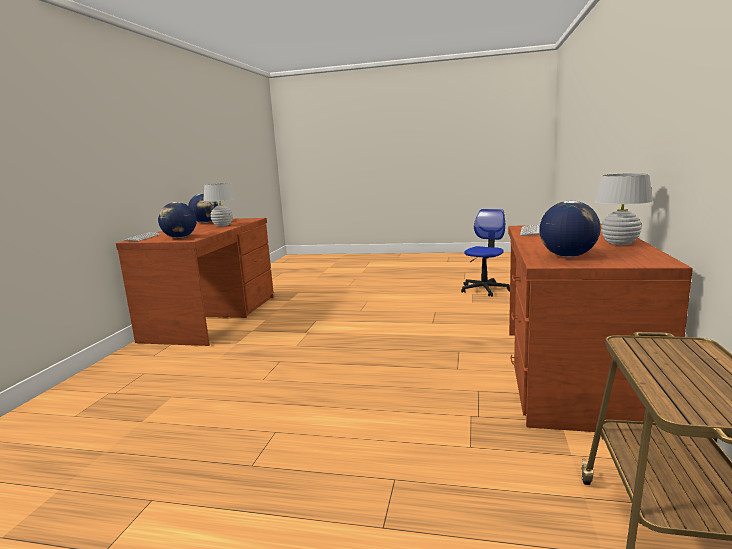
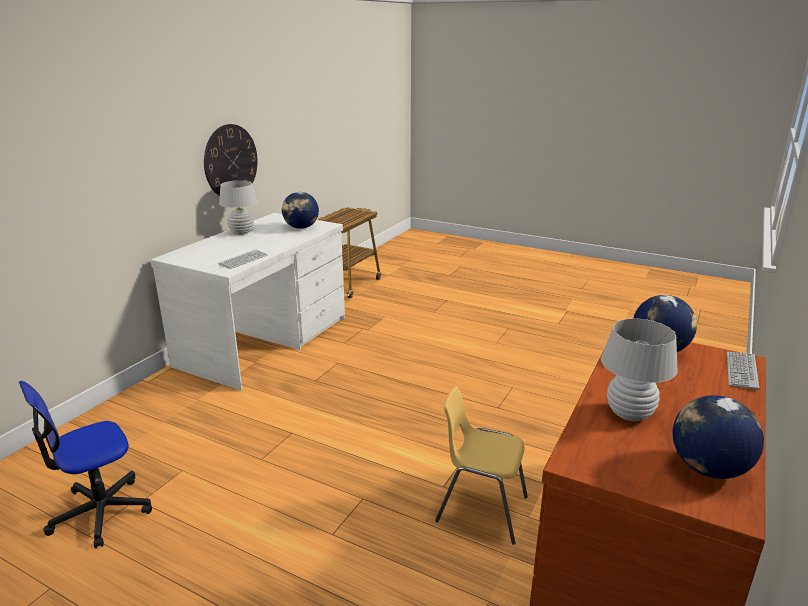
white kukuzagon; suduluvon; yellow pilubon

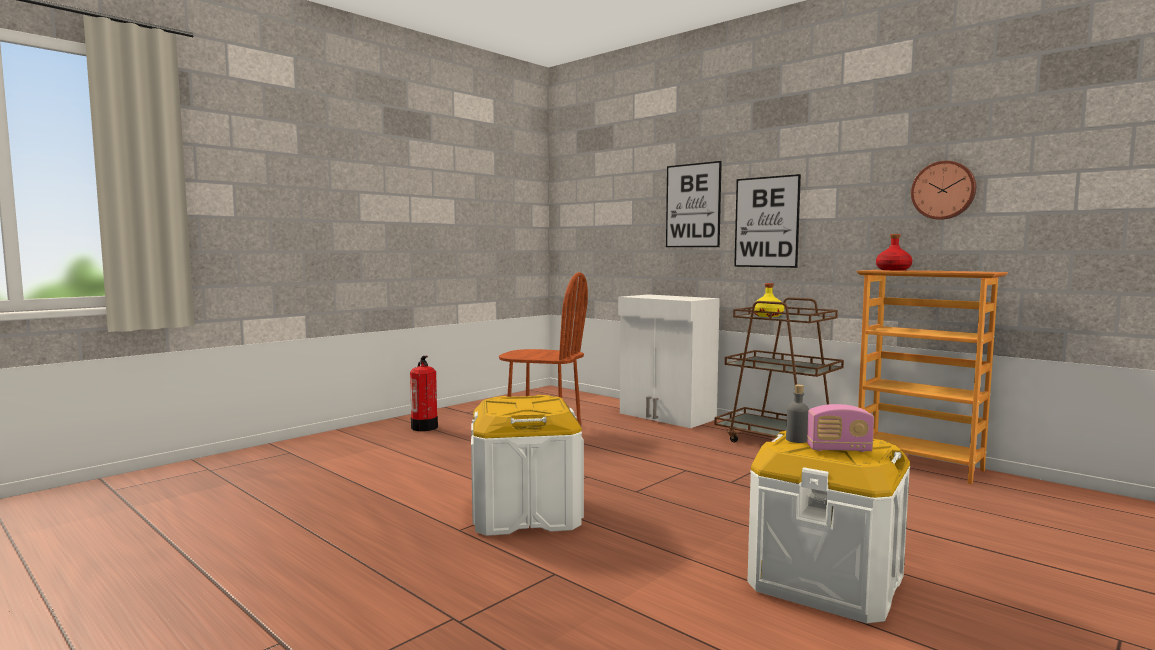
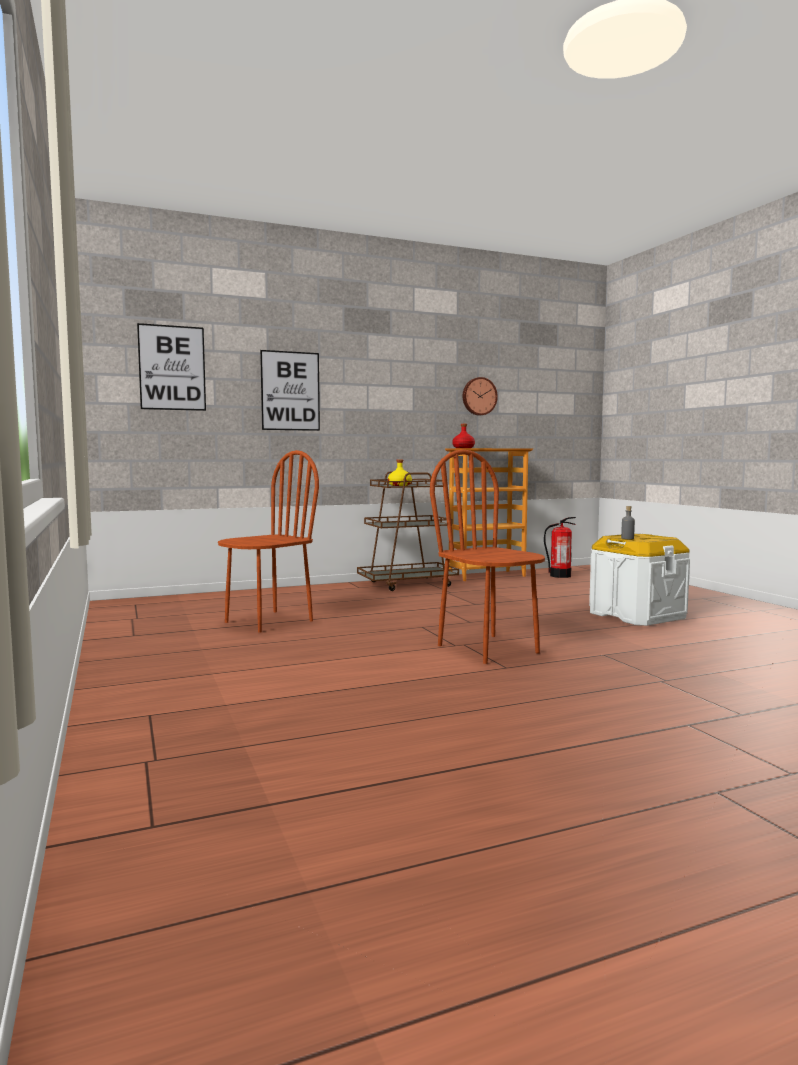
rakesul; brown pilubon (no. 2 from left); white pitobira; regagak (no. 1 from left); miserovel

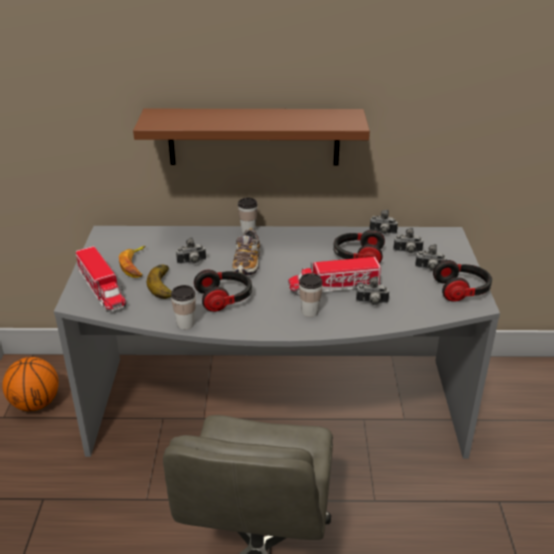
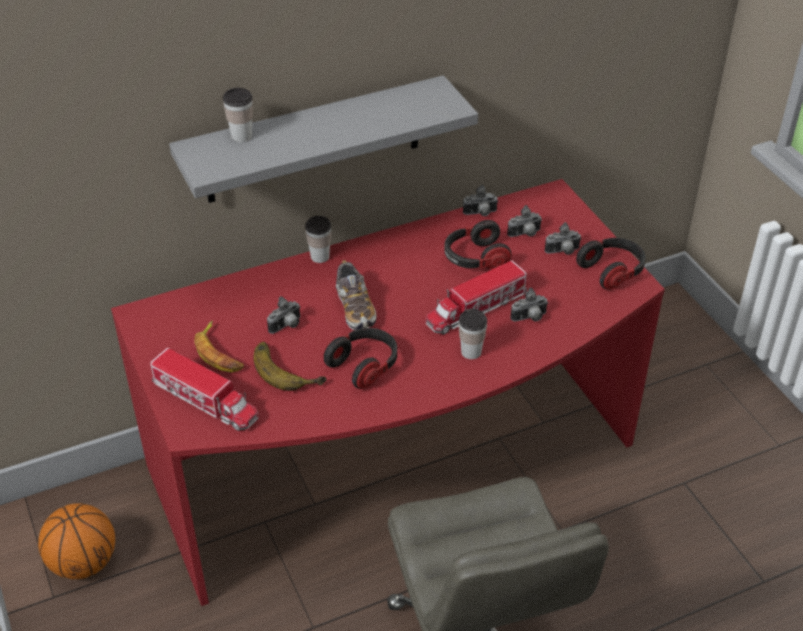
red kukuzagon; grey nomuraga; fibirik (no. 1 from left)

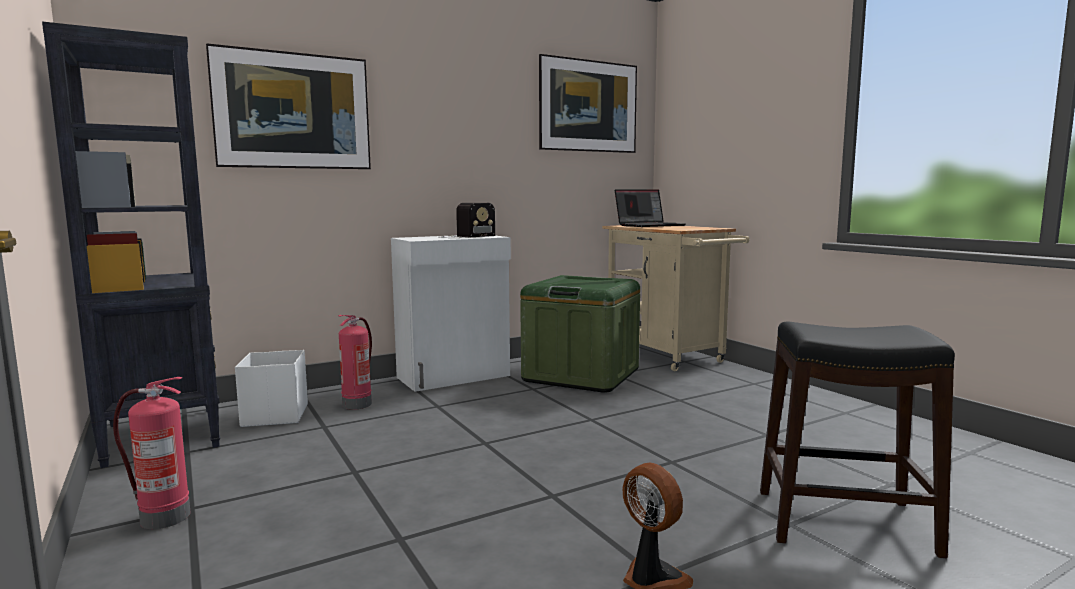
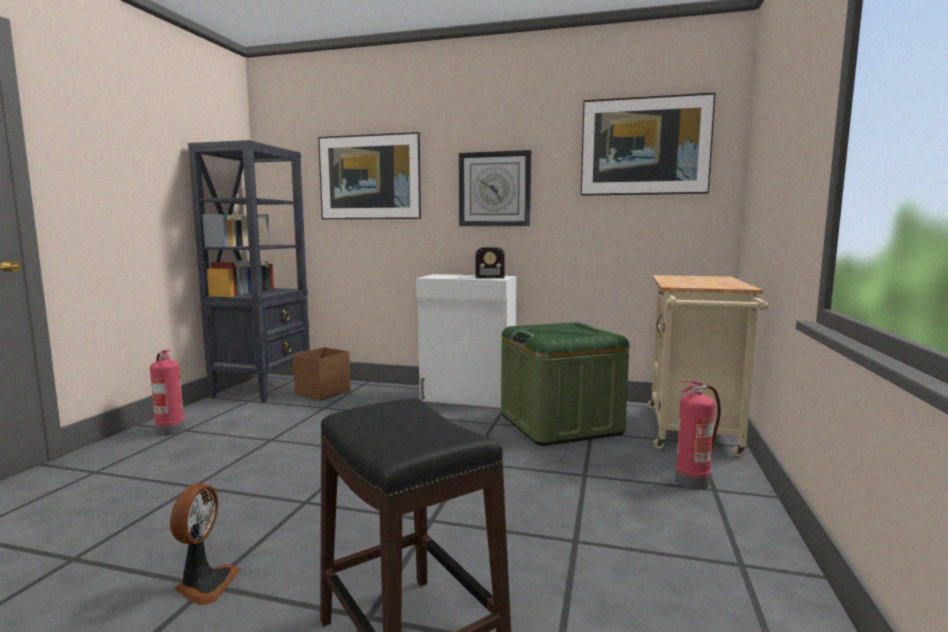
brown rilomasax; rakesul (no. 2 from left); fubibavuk; suduluvon

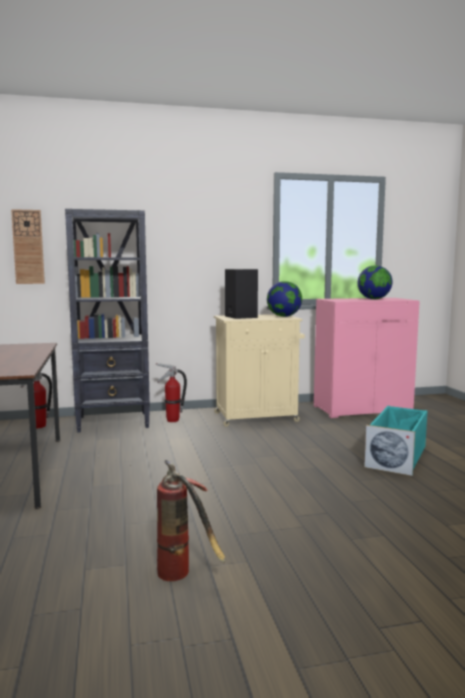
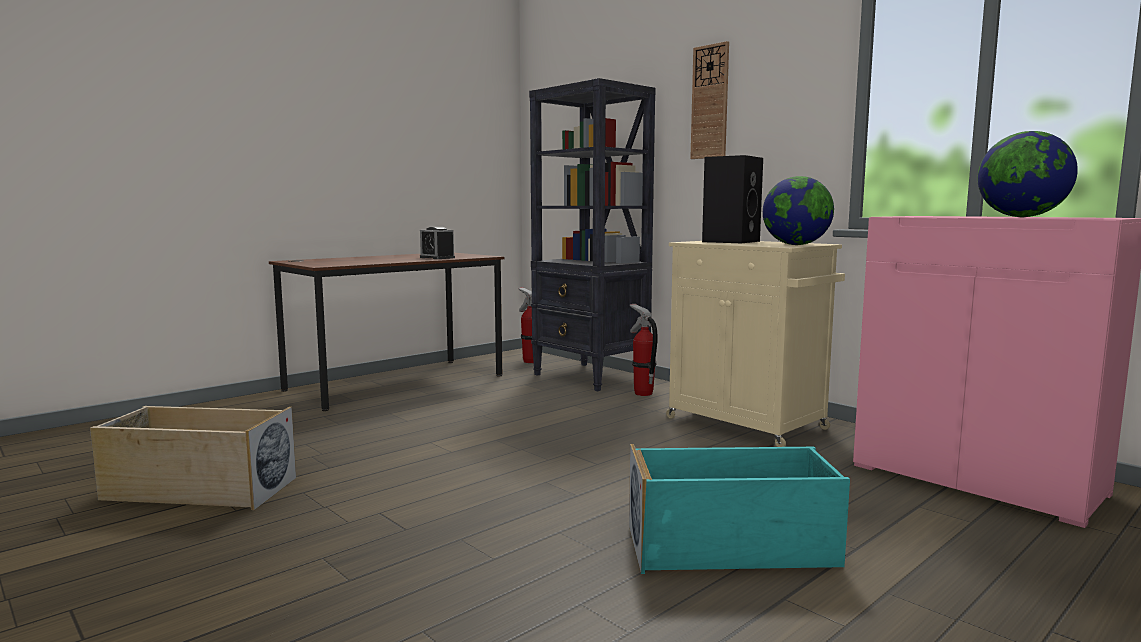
suduluvon; beige rilomasax; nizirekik

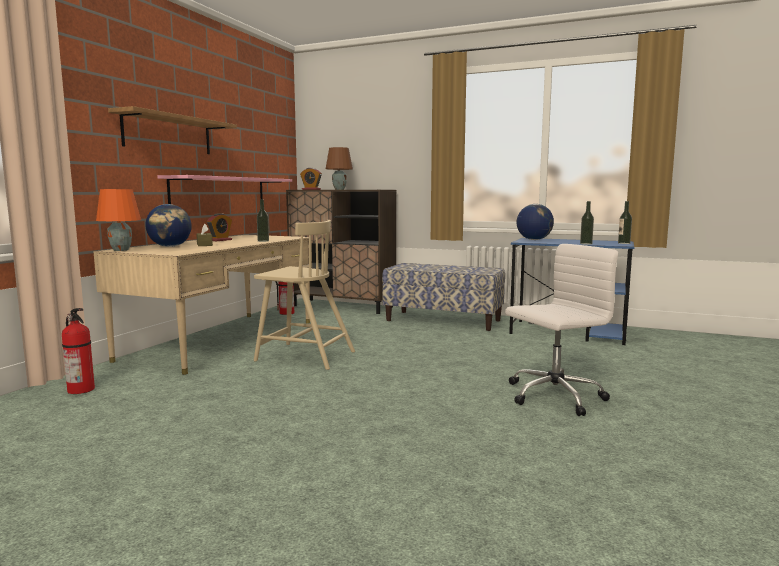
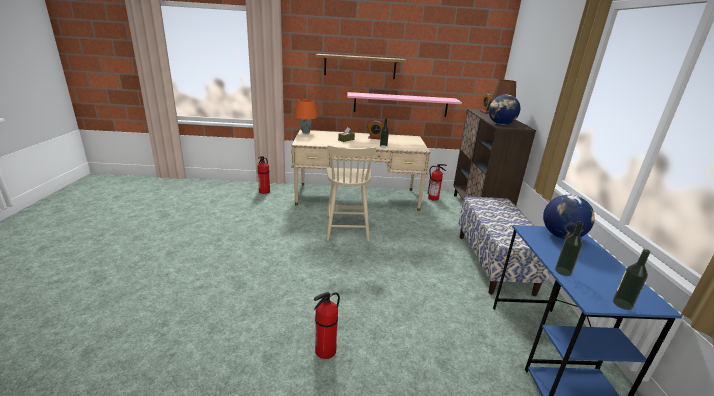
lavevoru (no. 1 from left); rakesul (no. 2 from left)

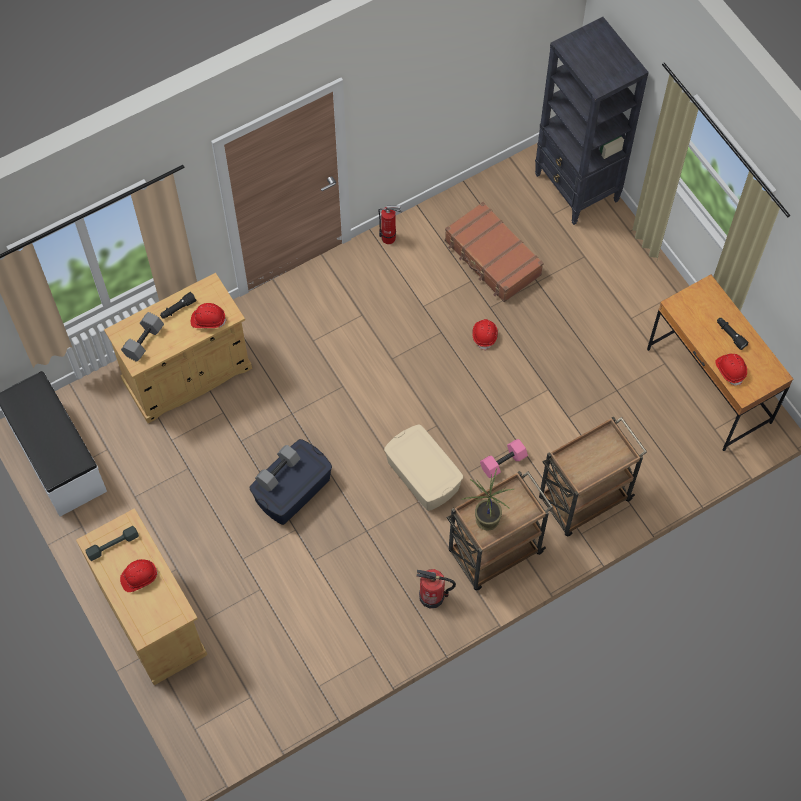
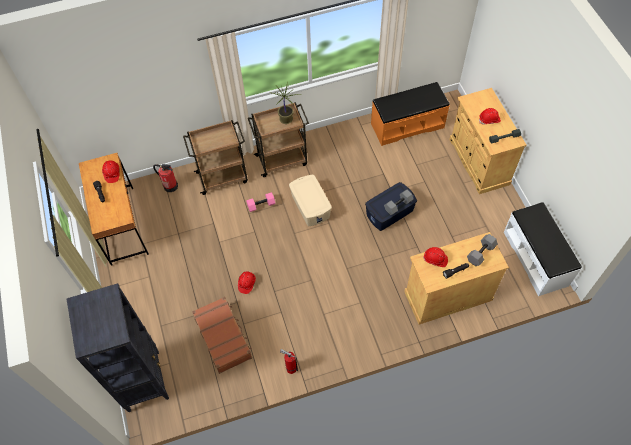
rakesul (no. 1 from left); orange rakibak

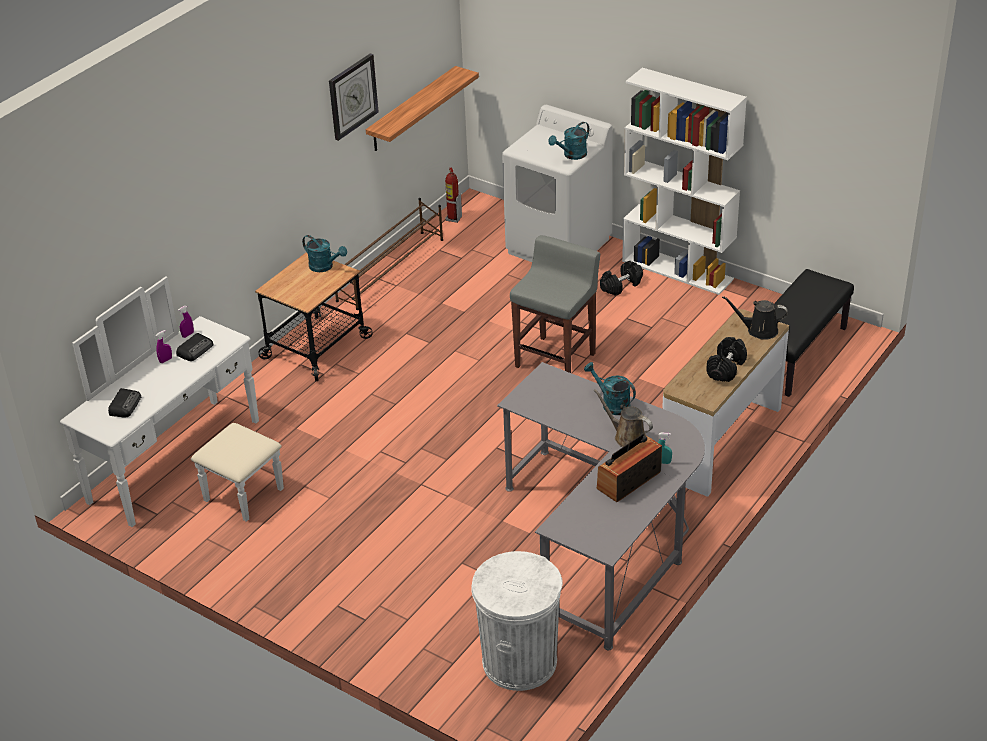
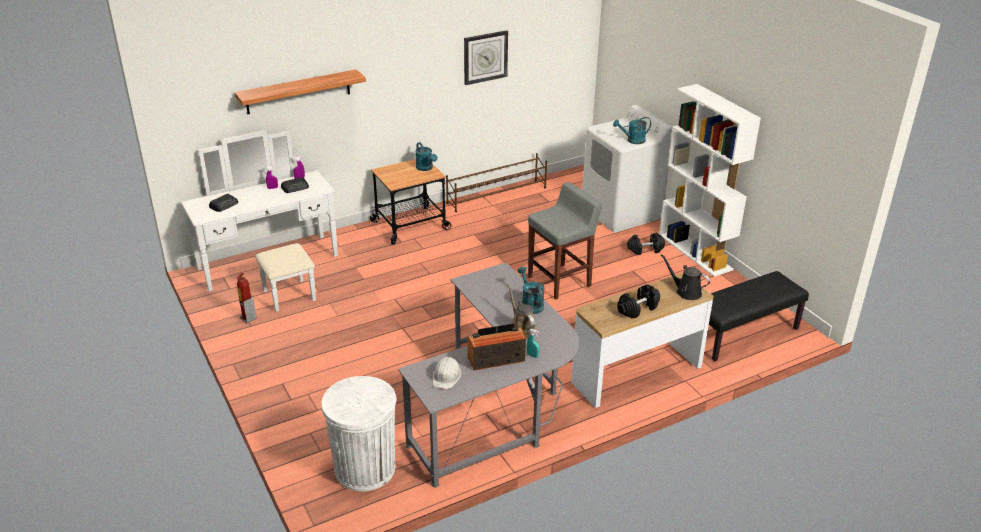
nomuraga; rakesul; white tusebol

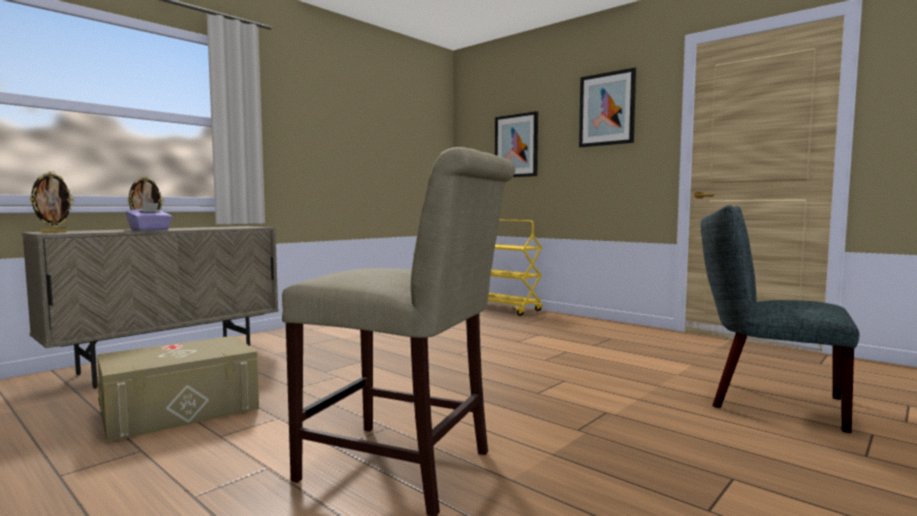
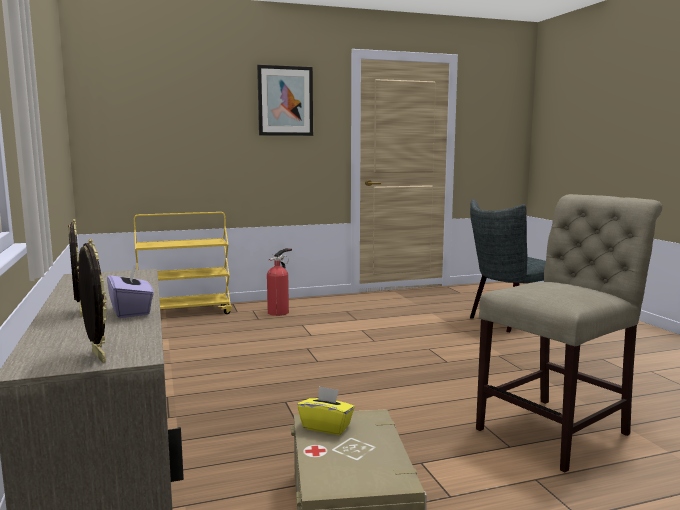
regagak (no. 1 from left in the first image); rakesul; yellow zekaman

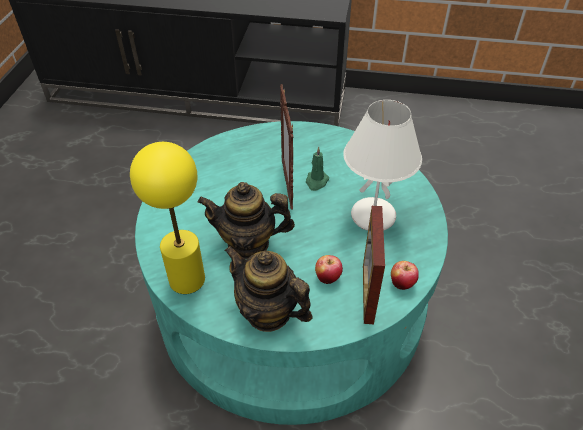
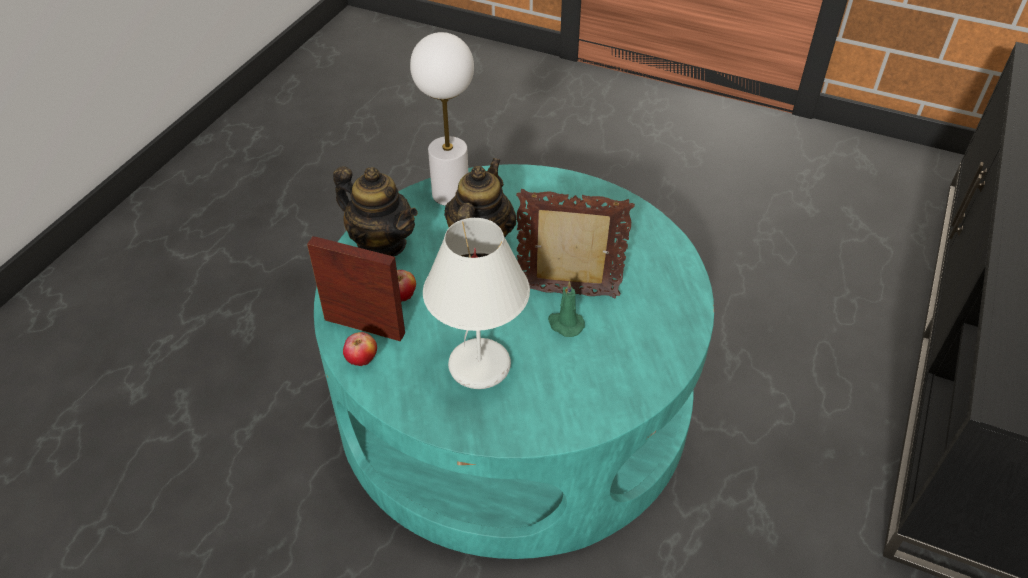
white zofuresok (no. 1 from left); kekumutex (no. 1 from left)

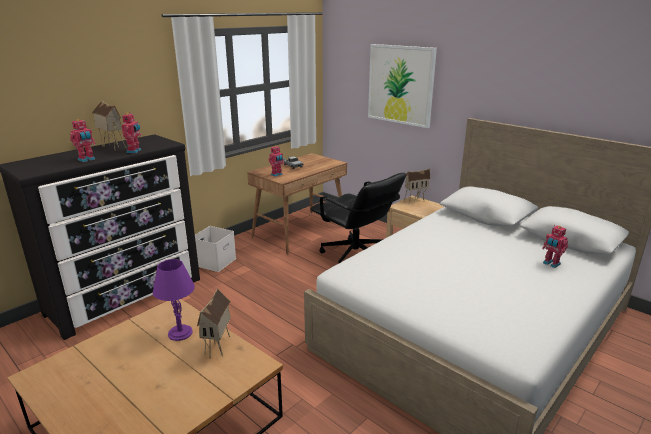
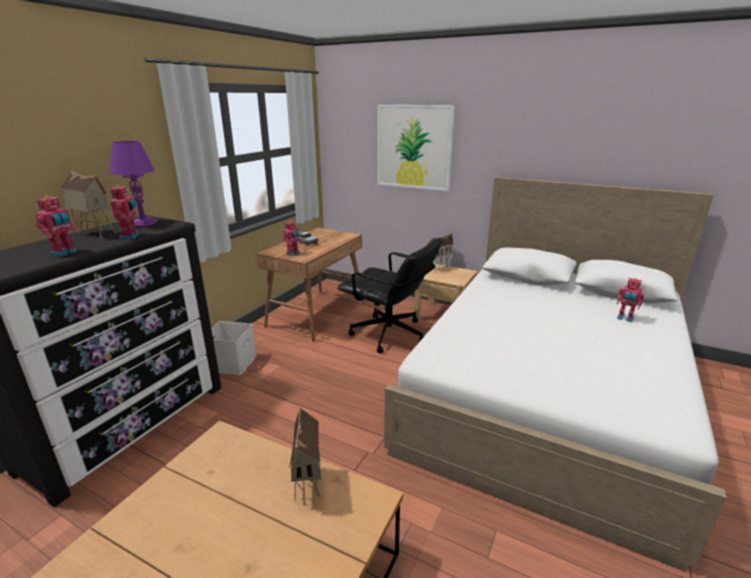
purple zofuresok

